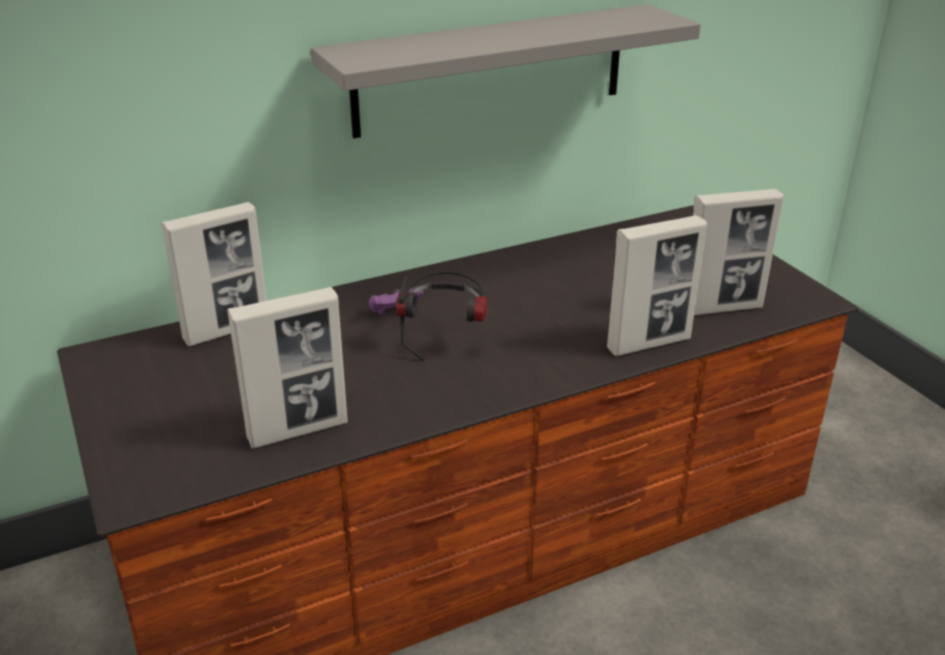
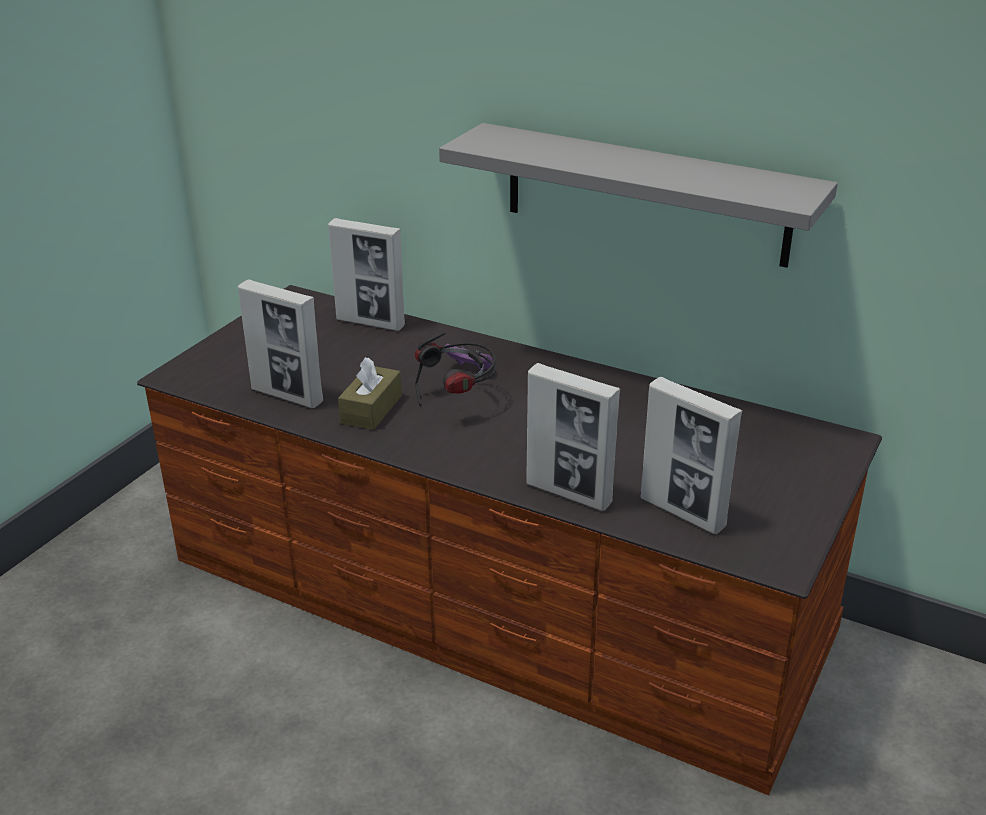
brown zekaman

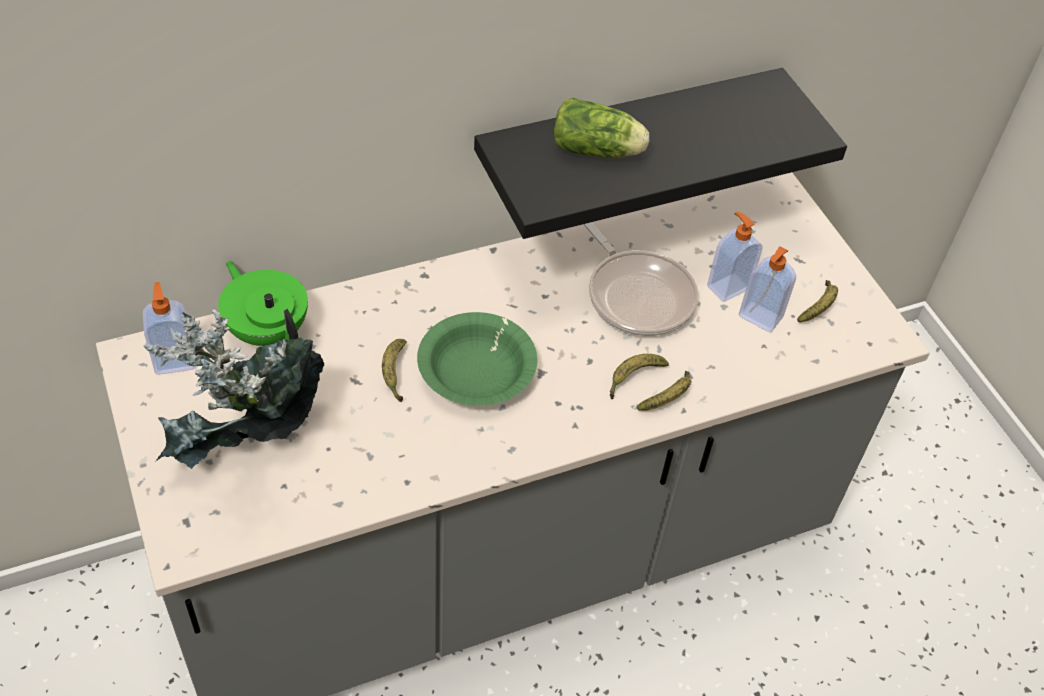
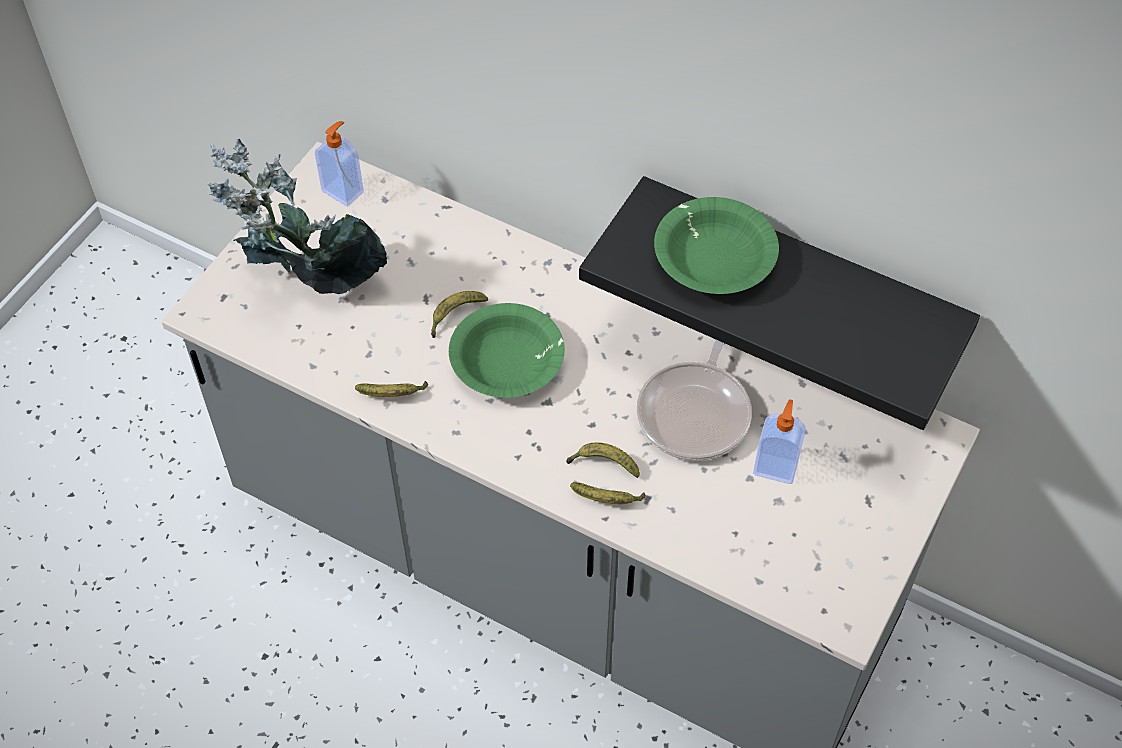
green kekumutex; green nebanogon (no. 2 from left); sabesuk (no. 3 from left in the first image); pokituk (no. 1 from left)

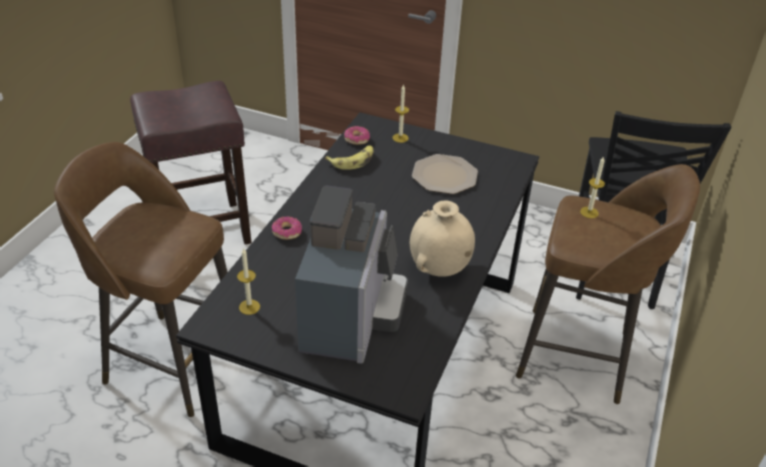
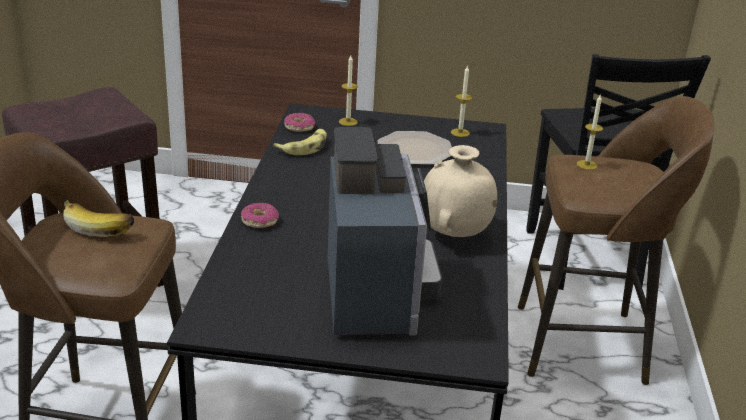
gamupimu (no. 2 from left); pokituk (no. 1 from left)

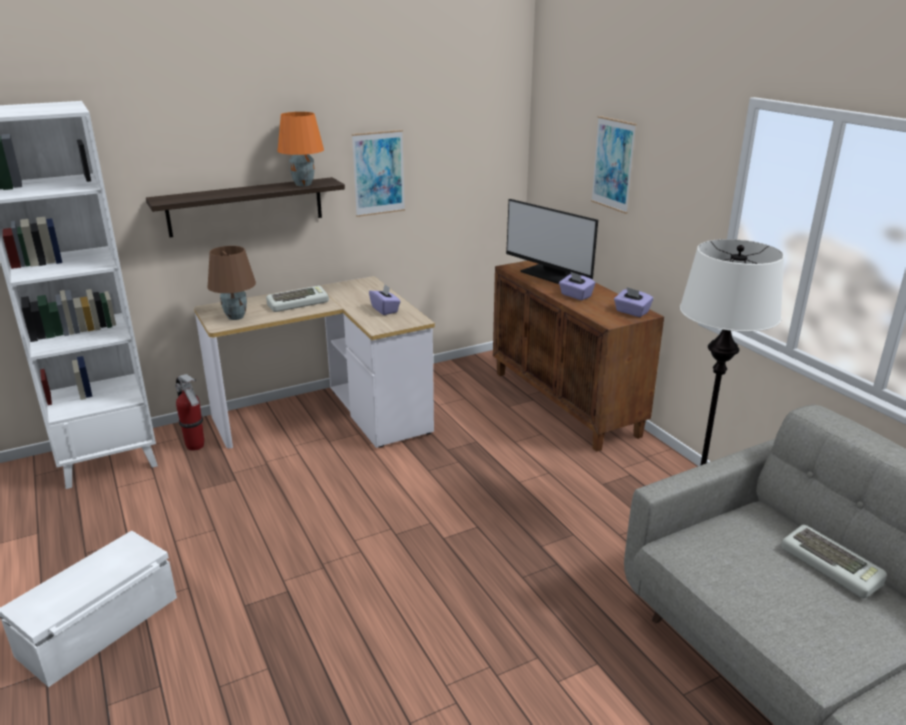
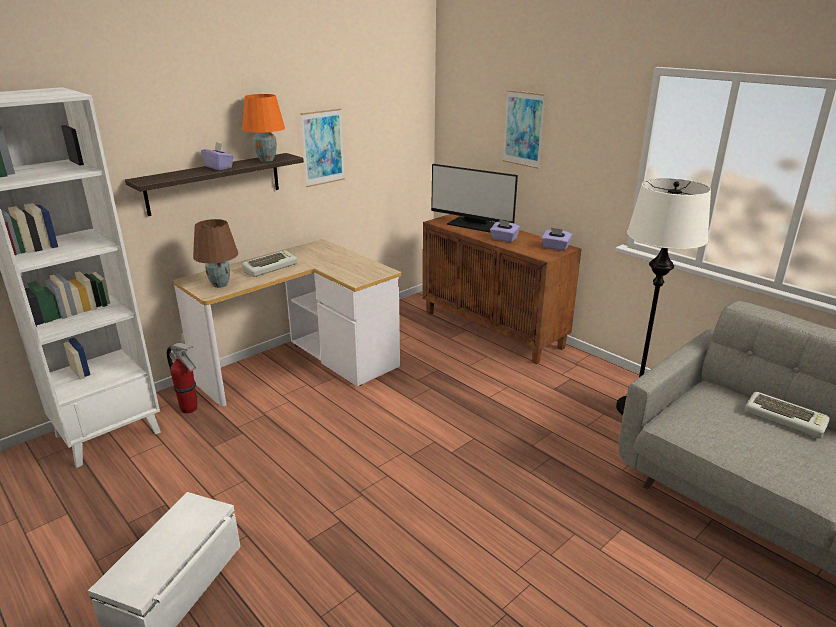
purple zekaman (no. 1 from left)

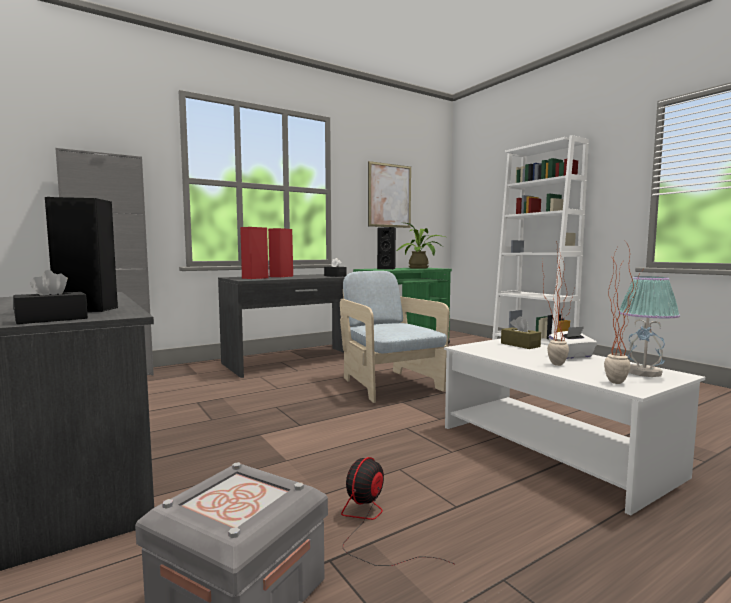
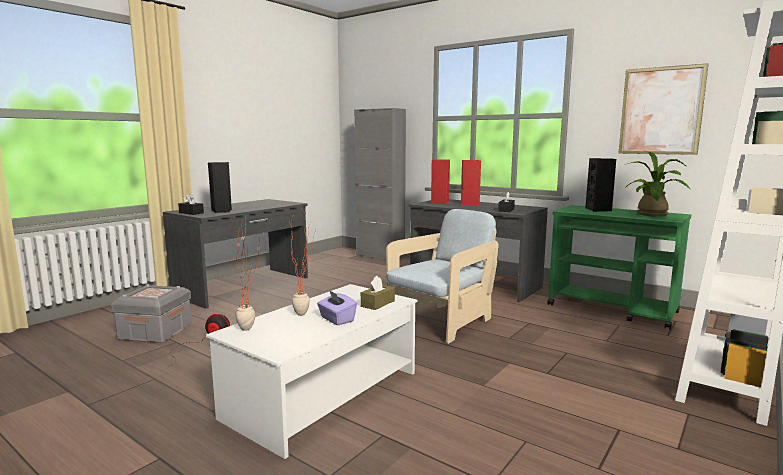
purple zekaman; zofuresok

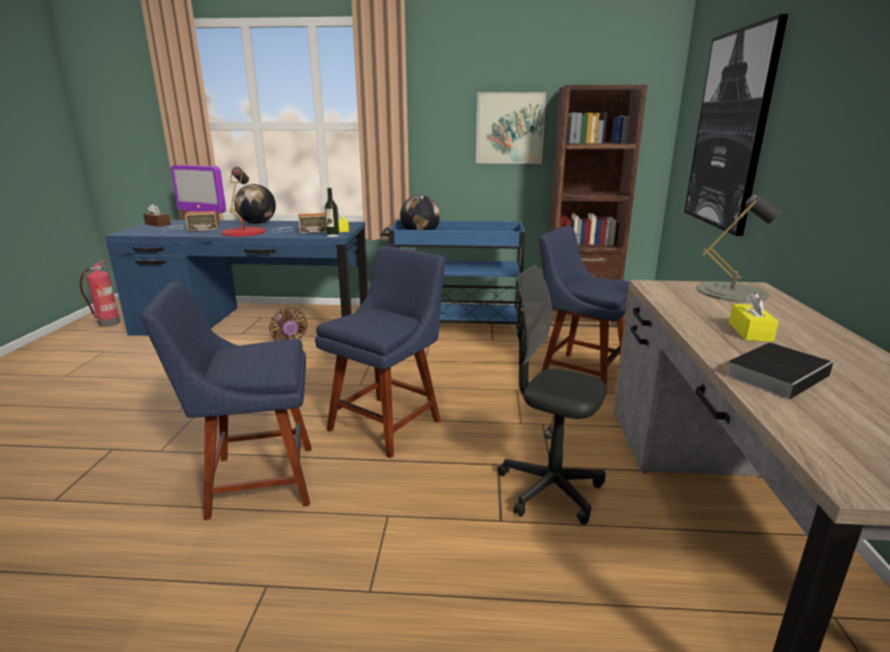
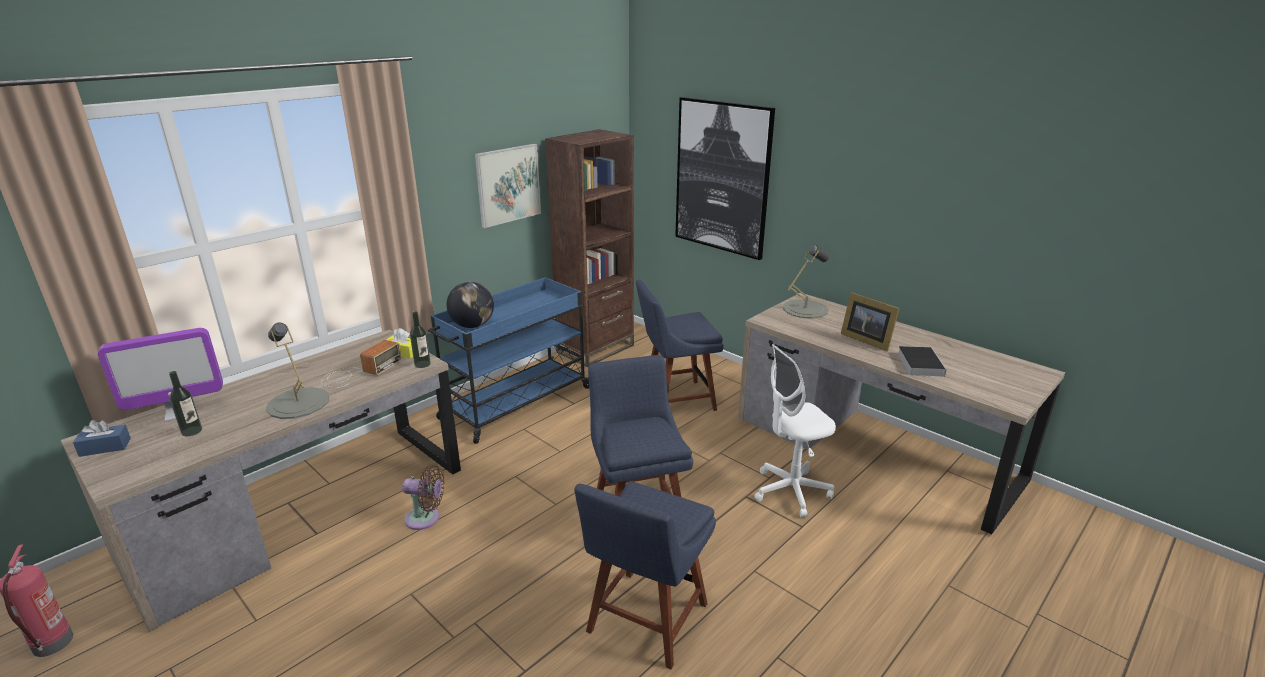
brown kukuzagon (no. 1 from left); blue zekaman; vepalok (no. 1 from left); grey zofuresok (no. 1 from left); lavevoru (no. 1 from left in the first image); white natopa; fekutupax

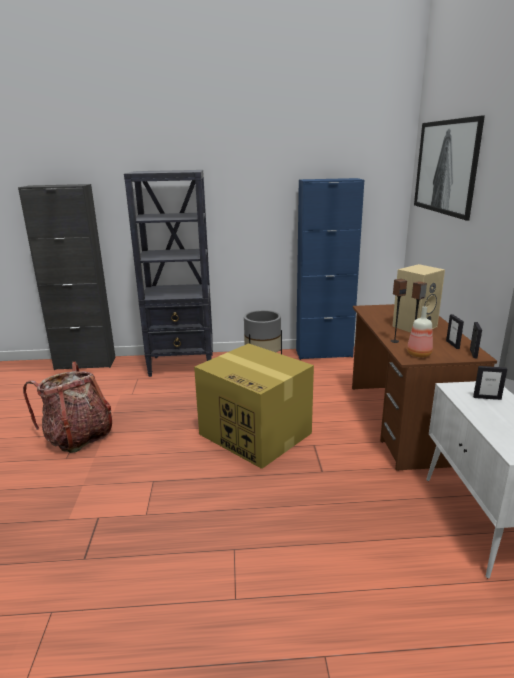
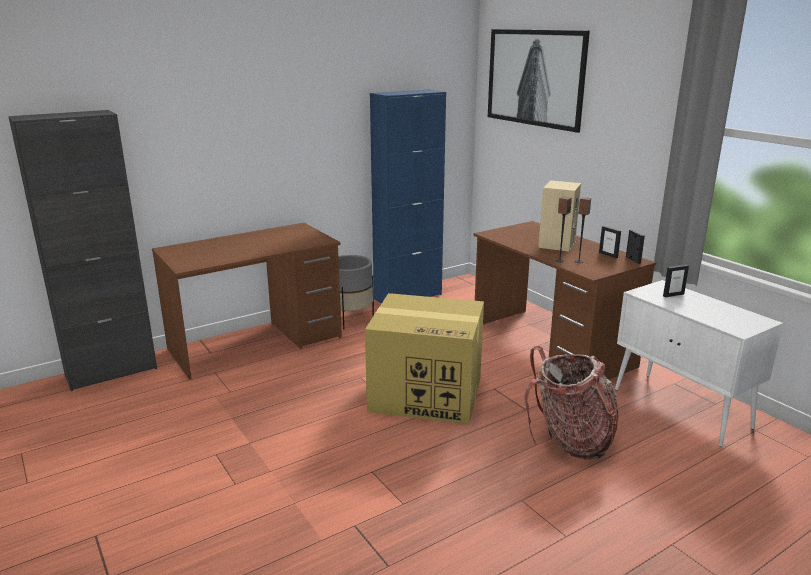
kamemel; brown kukuzagon (no. 1 from left); vepalok

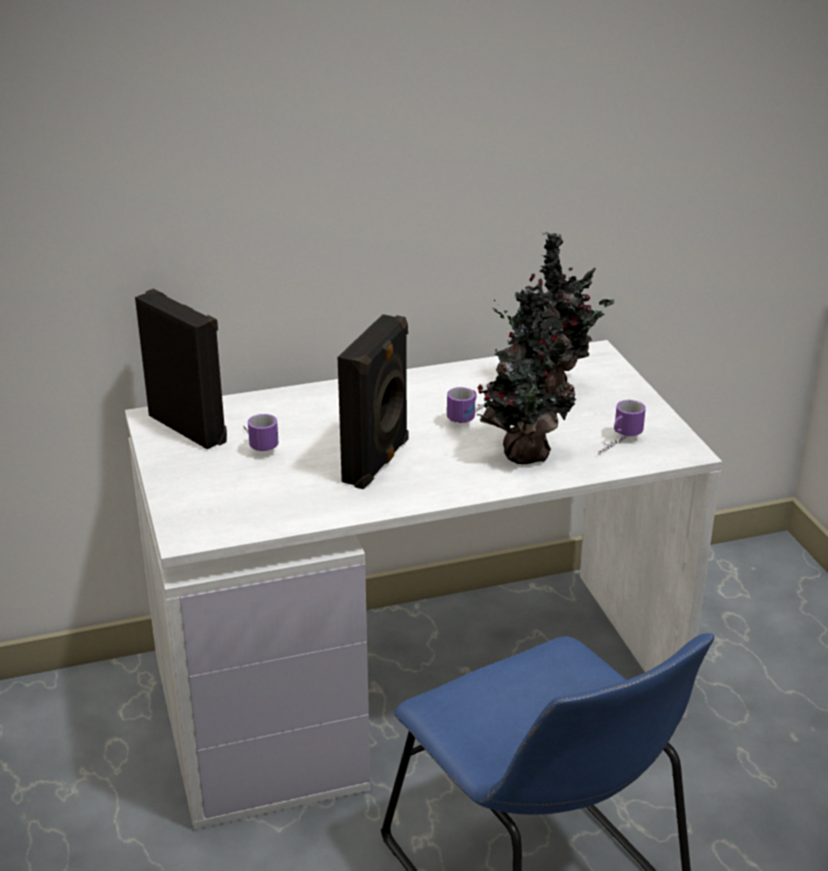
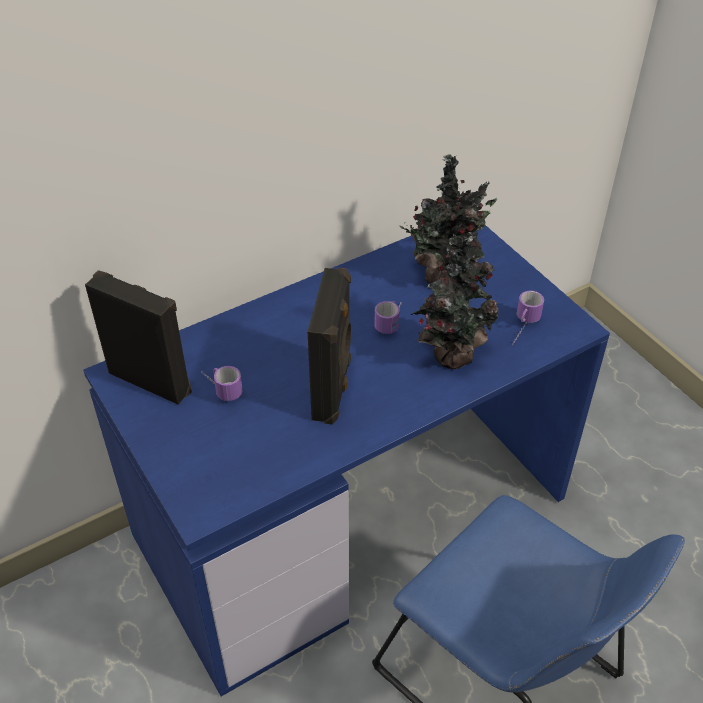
blue kukuzagon

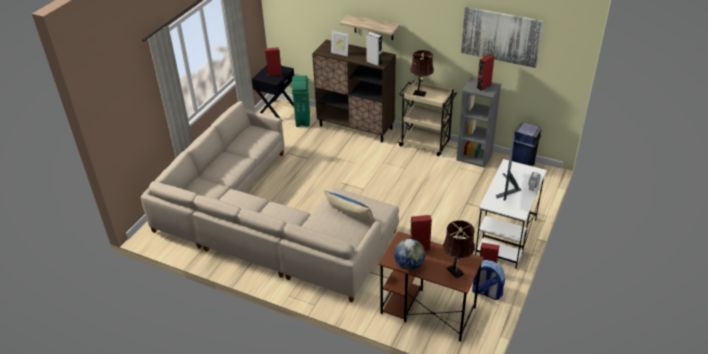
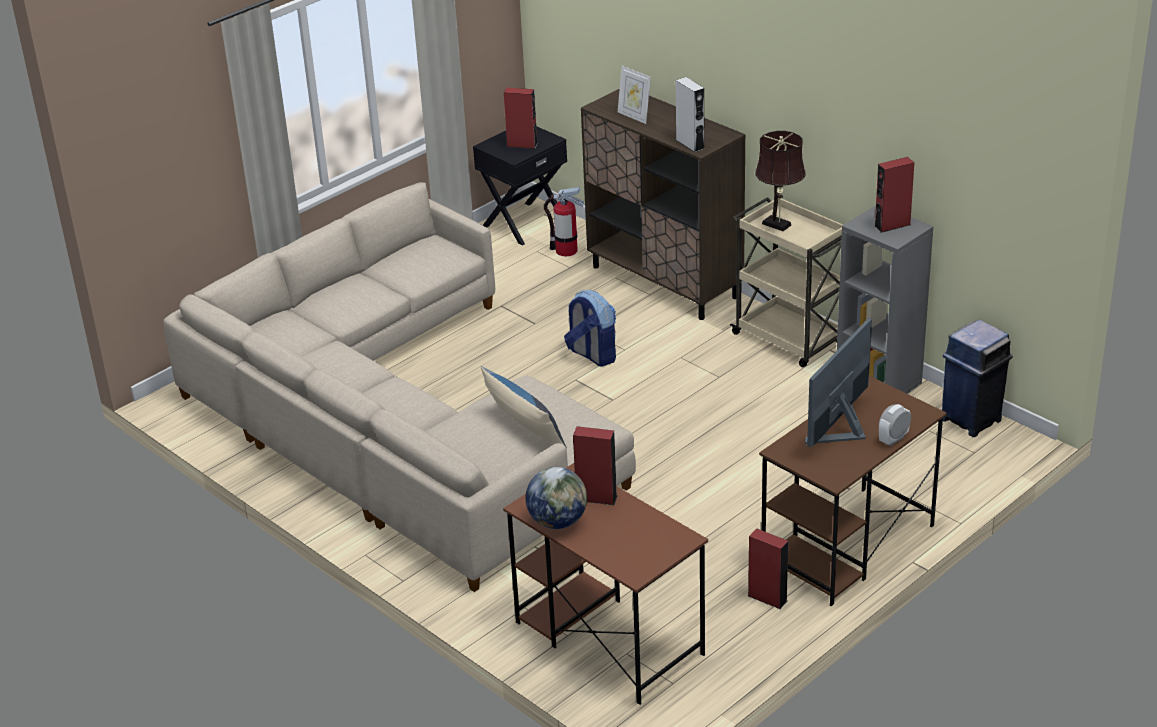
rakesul; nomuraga; brown zofuresok (no. 2 from left in the first image); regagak; kamemel; brown kukuzagon (no. 2 from left)

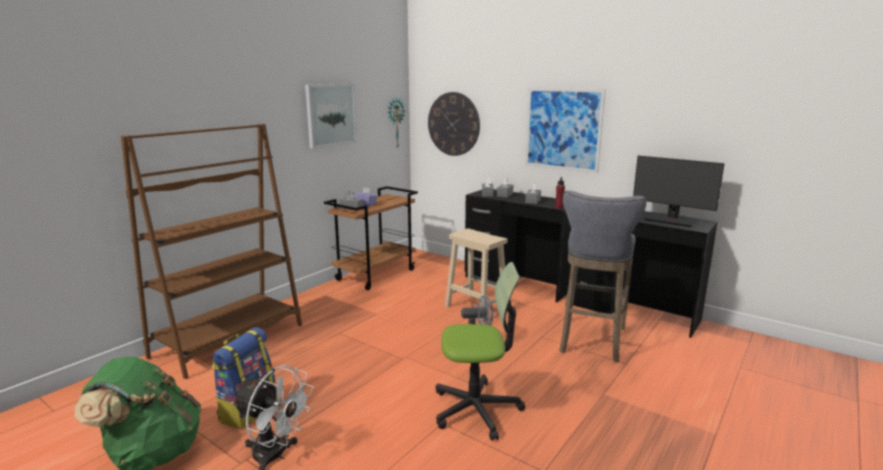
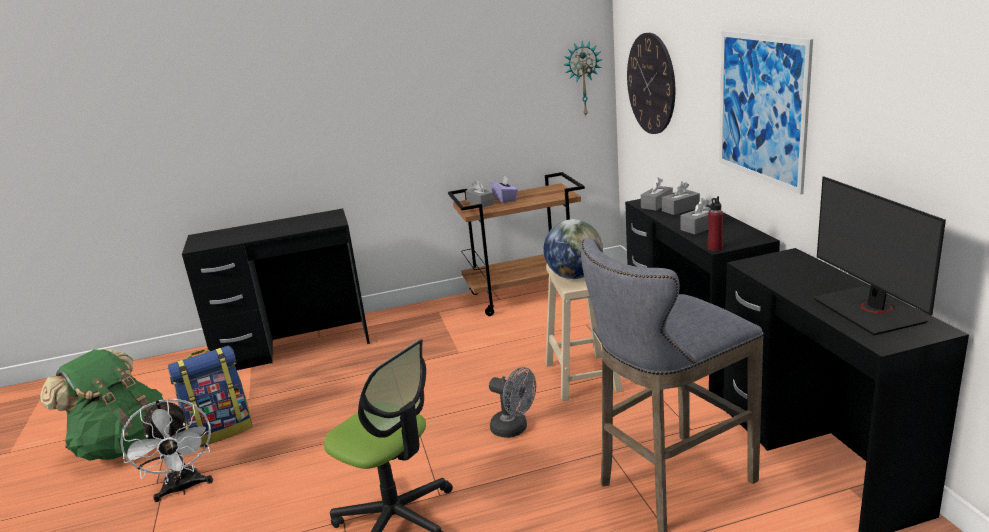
black kukuzagon (no. 1 from left); regagak (no. 1 from left in the first image); lavevoru

